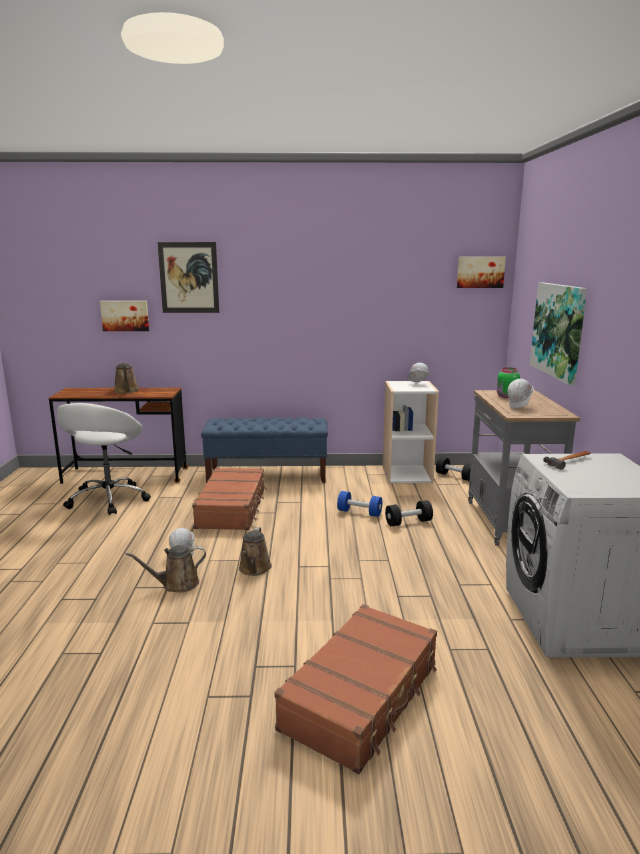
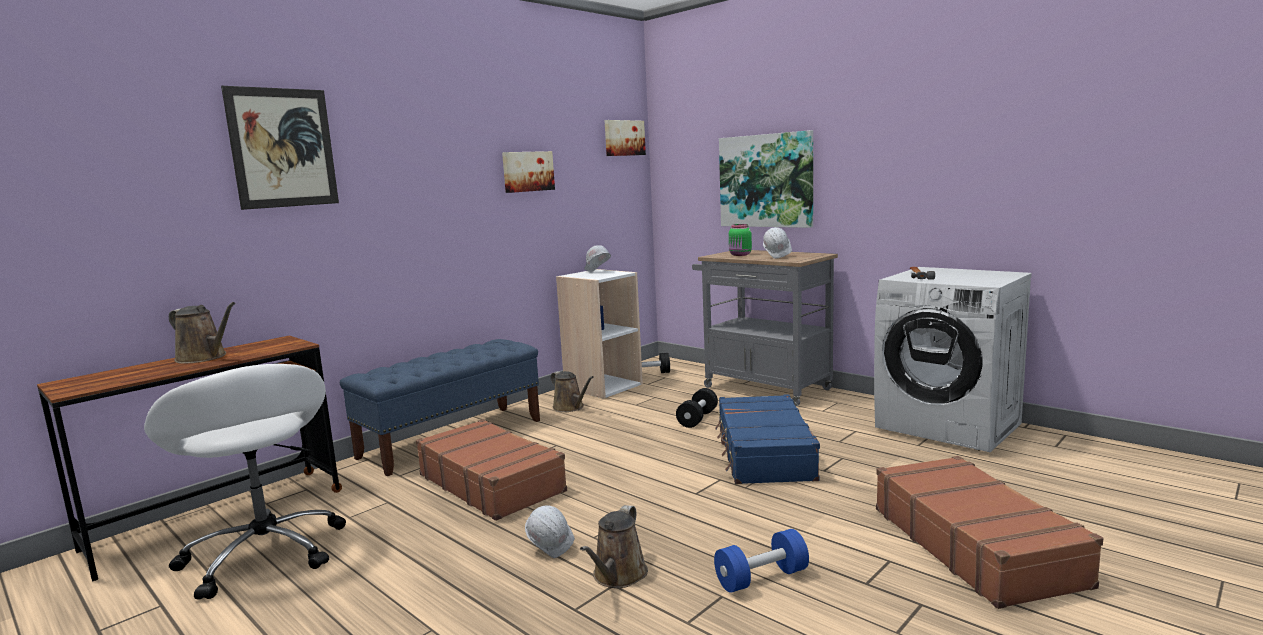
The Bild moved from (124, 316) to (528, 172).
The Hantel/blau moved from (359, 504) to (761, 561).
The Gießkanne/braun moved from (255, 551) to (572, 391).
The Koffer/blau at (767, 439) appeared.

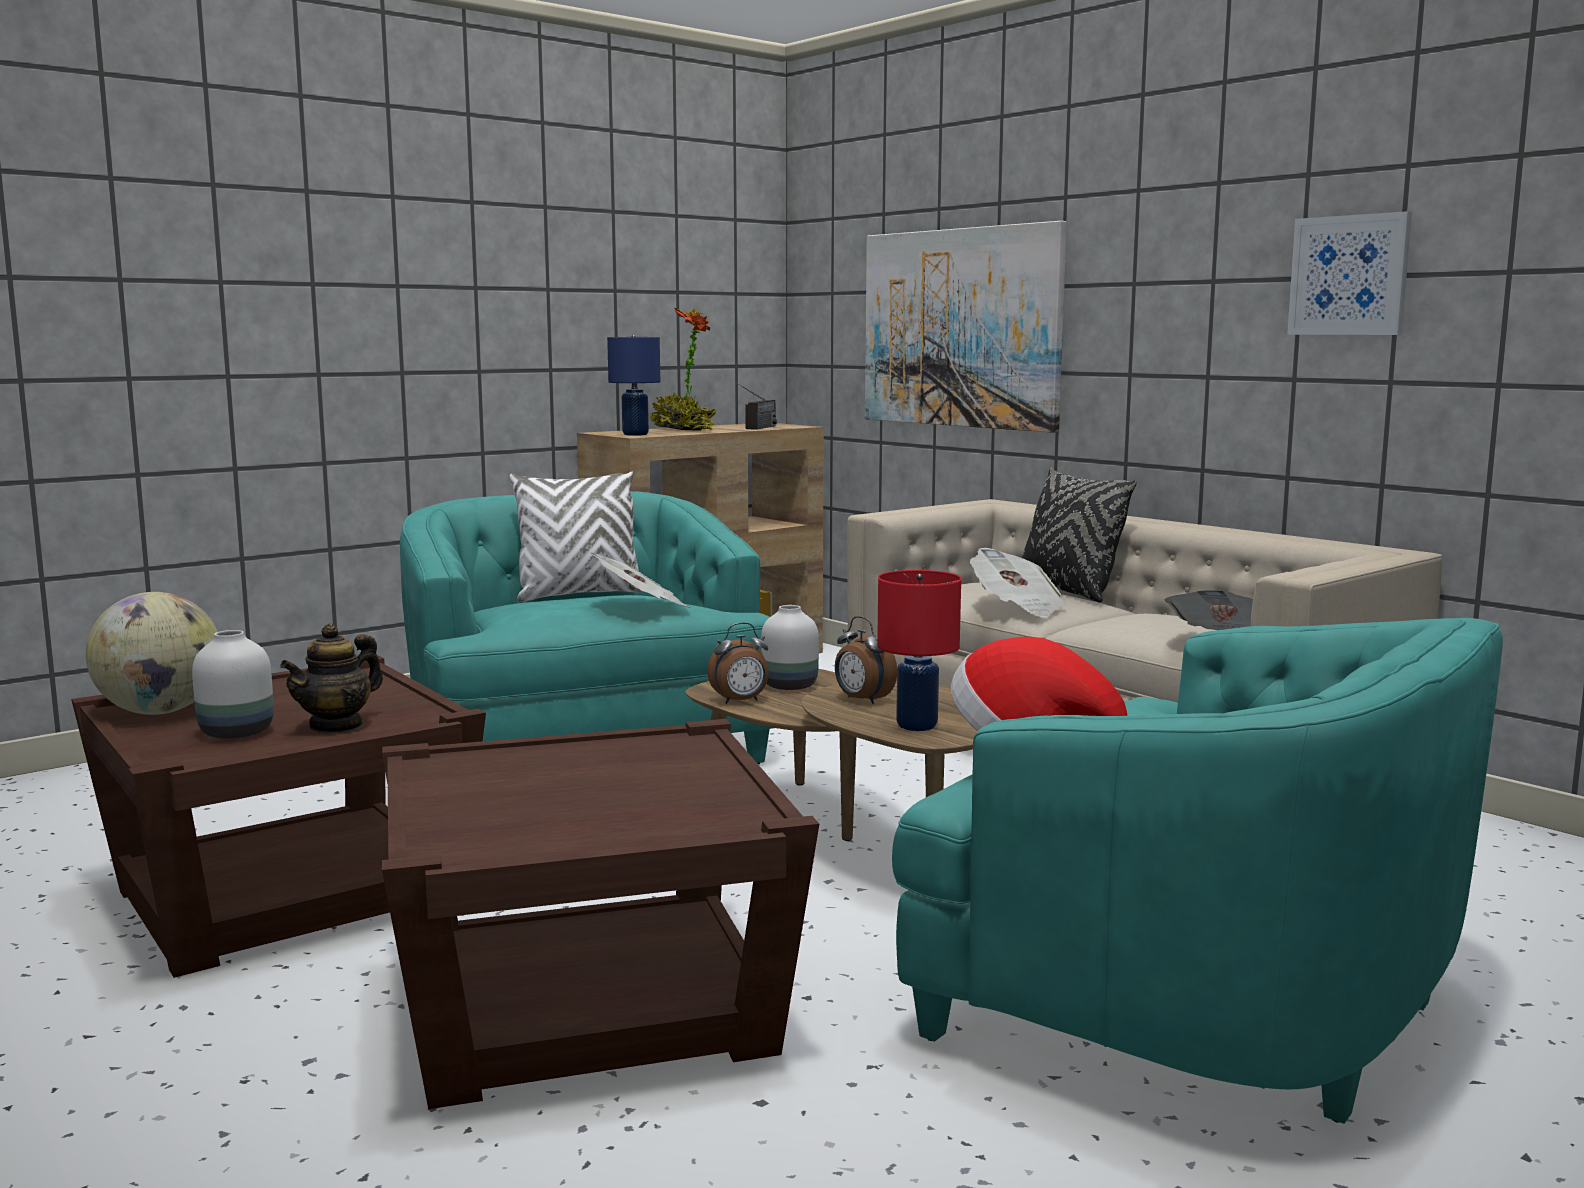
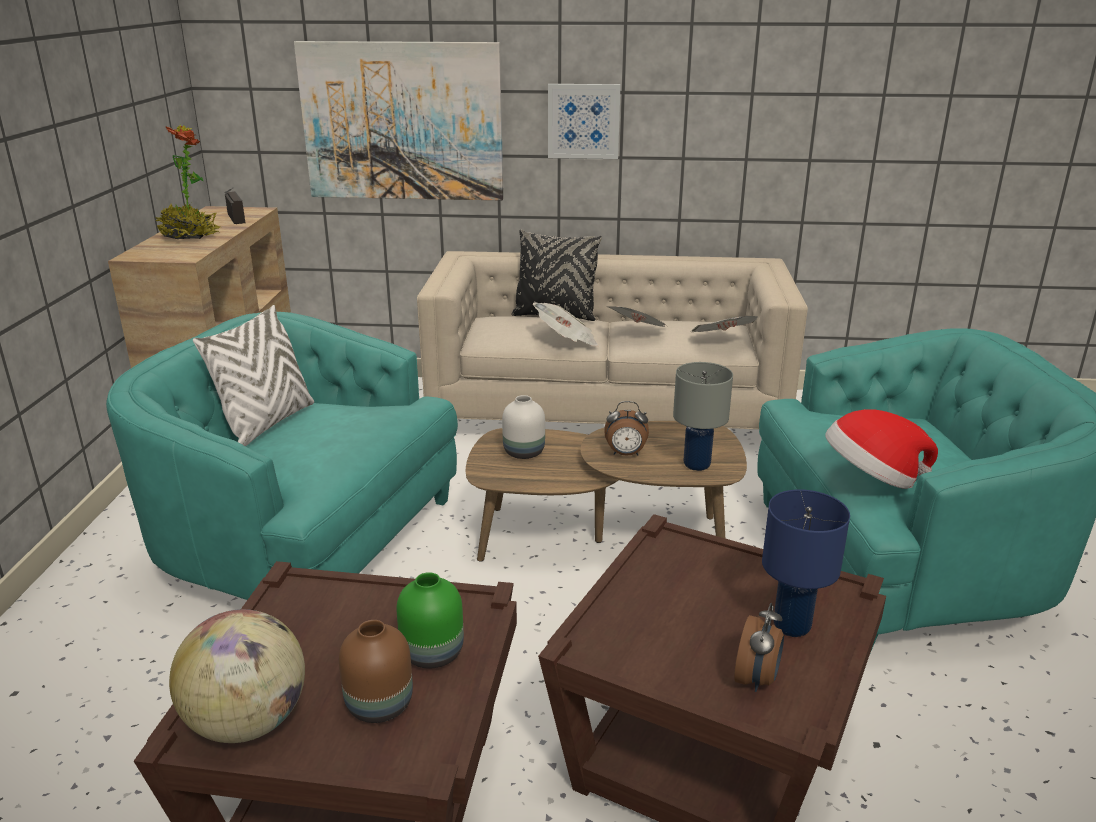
The Bild moved from (1349, 273) to (584, 121).
The Tischlampe/blau moved from (633, 385) to (806, 563).
The Zeitung moved from (637, 579) to (637, 316).
The Tischlampe/rot at (919, 650) became the Tischlampe/grau at (703, 416).
The Wecker moved from (738, 663) to (759, 647).
The Teekanne at (331, 678) was replaced by the Vase/grün at (430, 620).
The Vase/weiß at (233, 684) became the Vase/braun at (376, 671).

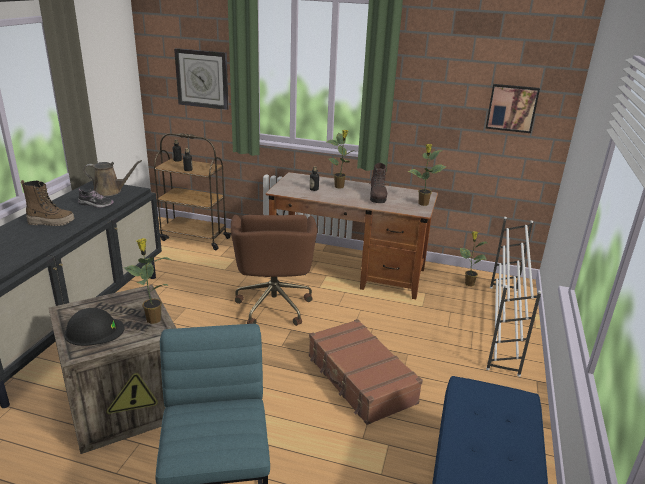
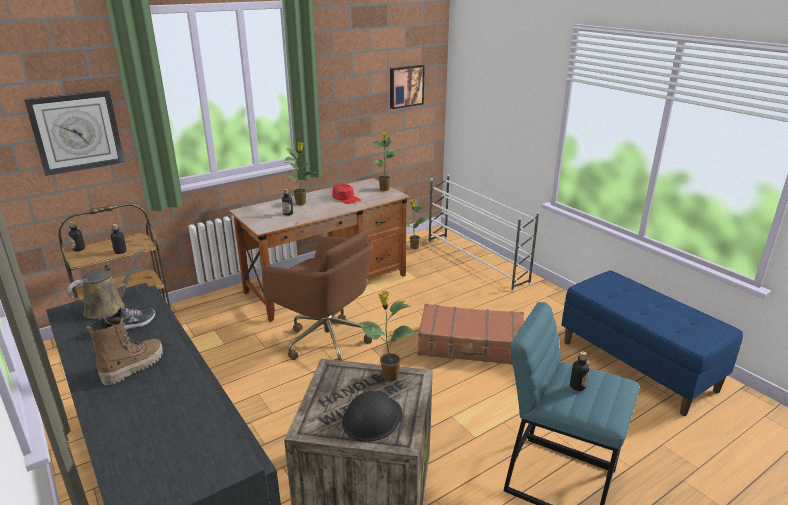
The Stiefel/braun at (378, 183) was replaced by the Kappe/rot at (346, 194).
The Flasche at (580, 371) appeared.

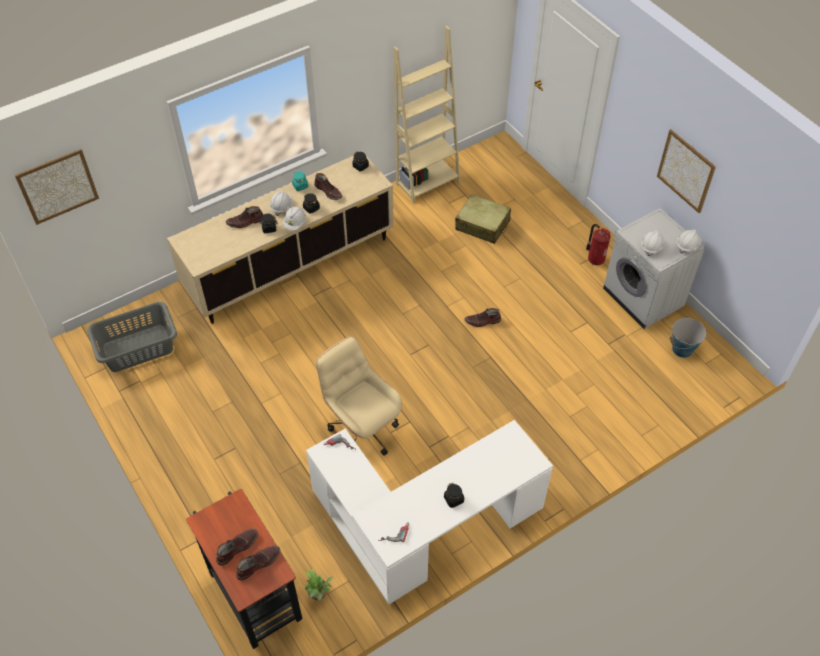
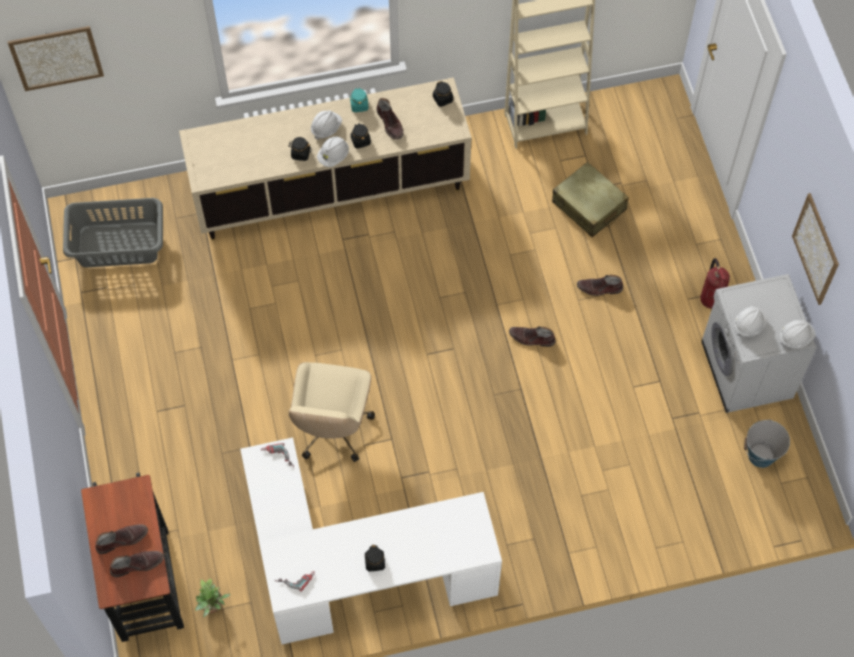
The Stiefel/braun moved from (244, 217) to (600, 285).
The Bürostuhl/beige at (359, 396) turned 150 degrees counterclockwise.

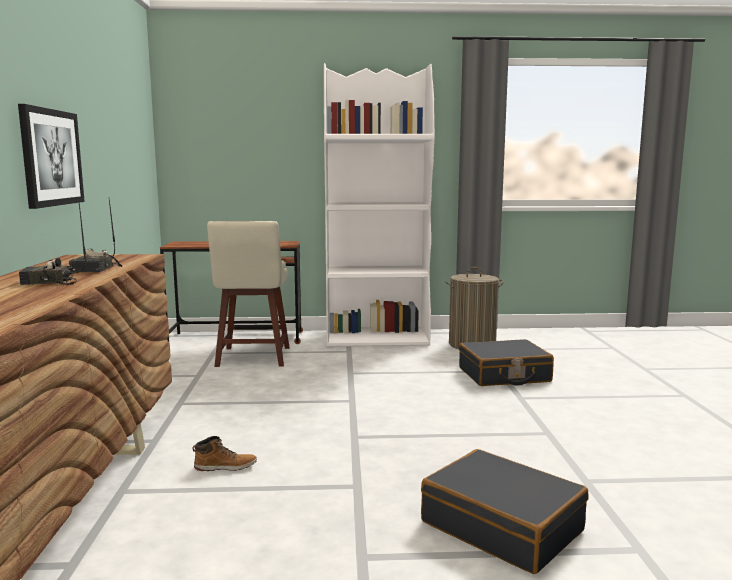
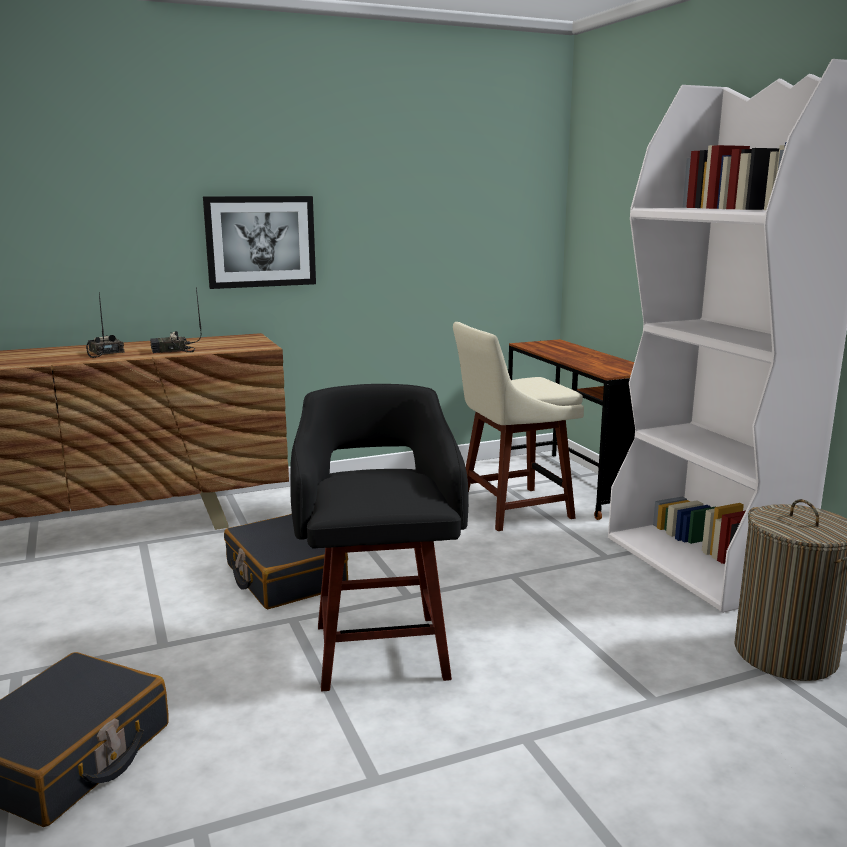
The Koffer/schwarz moved from (506, 362) to (286, 561).
The Stiefel at (224, 453) disappeared.
The Hocker/schwarz at (379, 537) appeared.

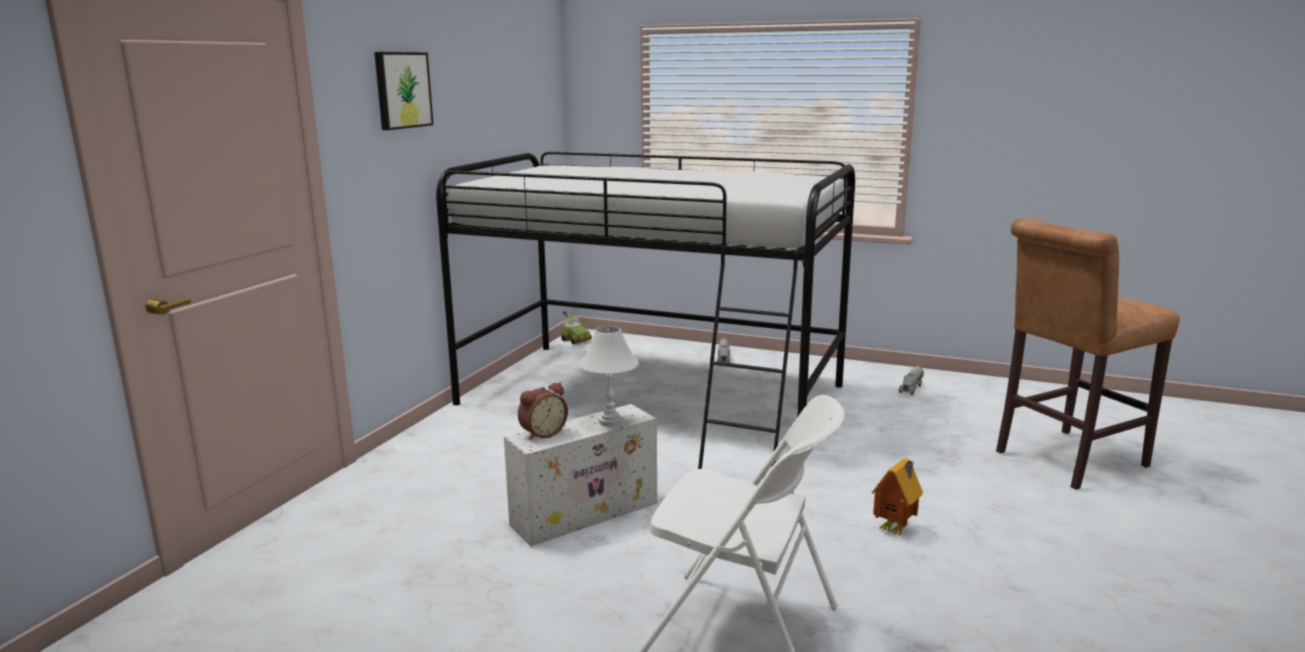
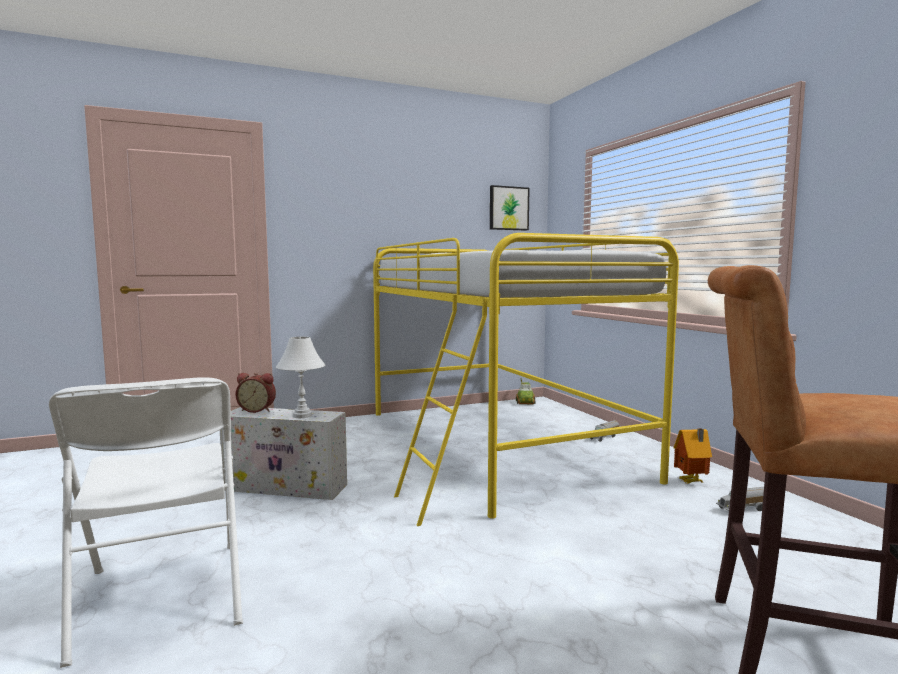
The Bild moved from (404, 91) to (510, 208).
The Bett/schwarz at (645, 310) became the Bett/gelb at (526, 379).
The Spielzeughaus moved from (897, 497) to (693, 456).

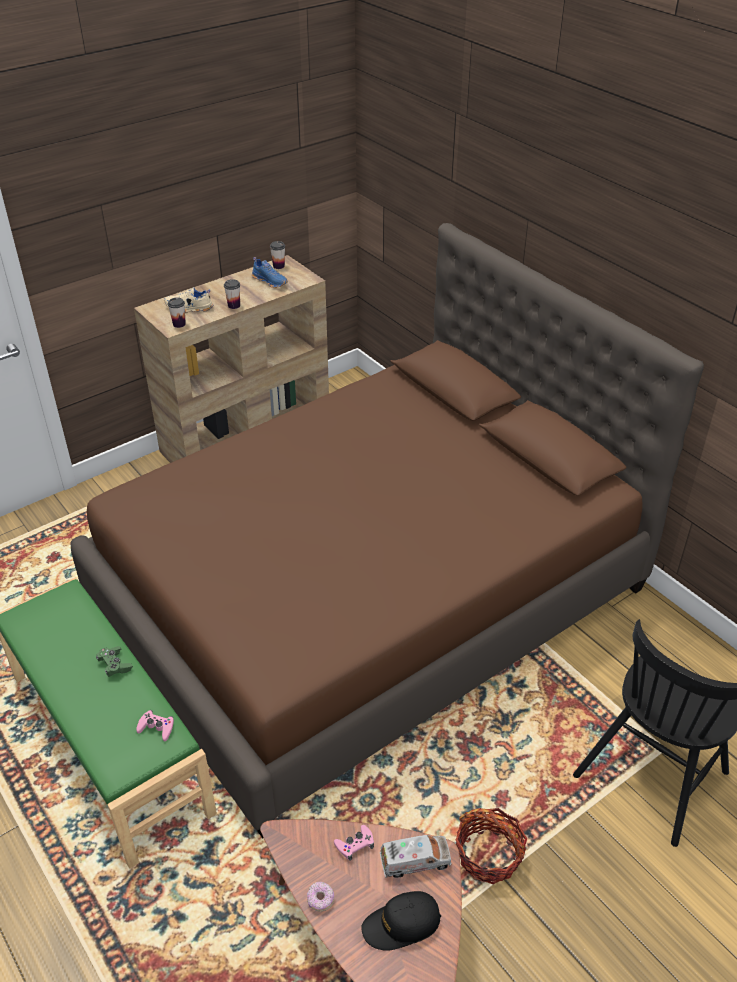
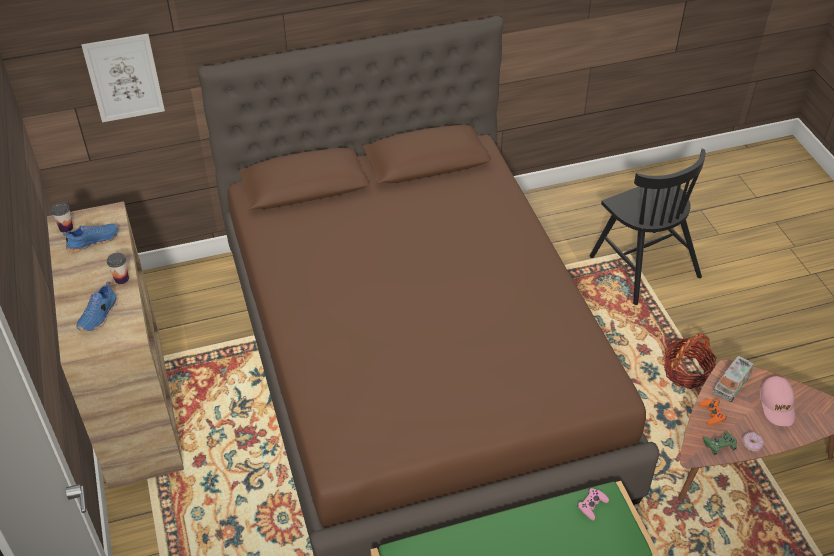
The Schuh/beige at (188, 299) became the Schuh/blau at (96, 306).
The Tasse at (177, 312) disappeared.
The Gamepad/grün moved from (114, 661) to (720, 443).
The Gamepad/rosa at (354, 843) became the Gamepad/orange at (713, 412).
The Spielzeuglaster at (415, 856) turned 150 degrees counterclockwise.
The Kappe/schwarz at (401, 921) became the Kappe/rosa at (777, 401).
The Bild at (123, 78) appeared.

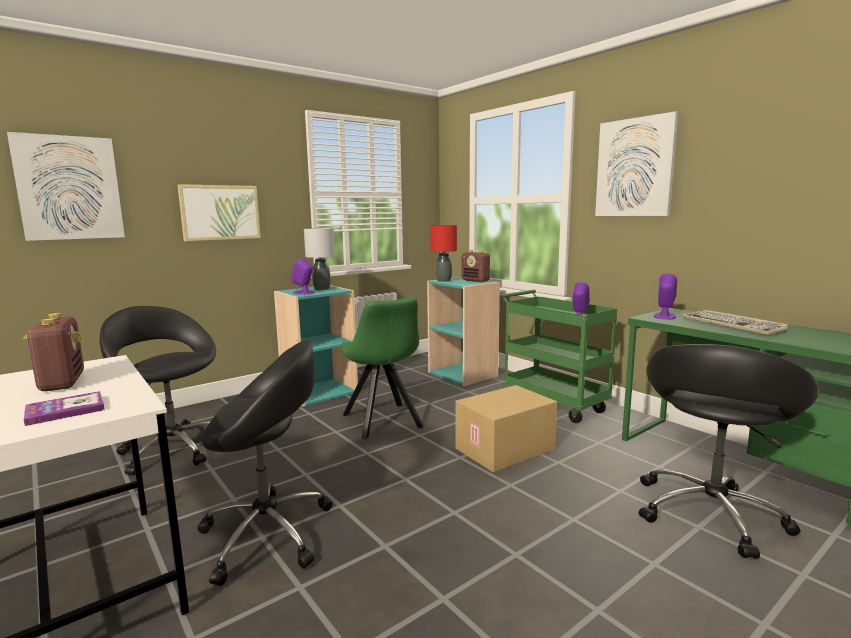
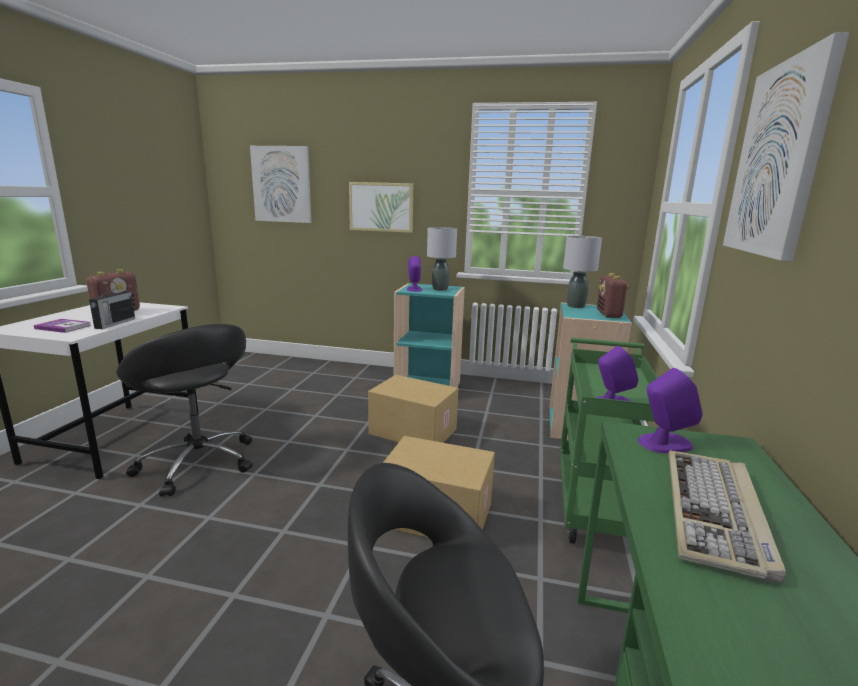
The Tischlampe/rot at (443, 253) became the Tischlampe/grau at (582, 272).
The Stuhl/grün at (382, 368) was replaced by the Karton at (413, 409).
The Bürostuhl/schwarz at (158, 390) disappeared.
The Radio at (112, 308) appeared.

